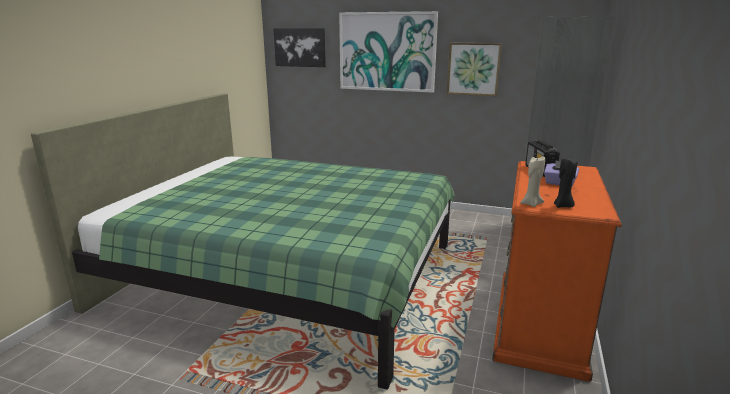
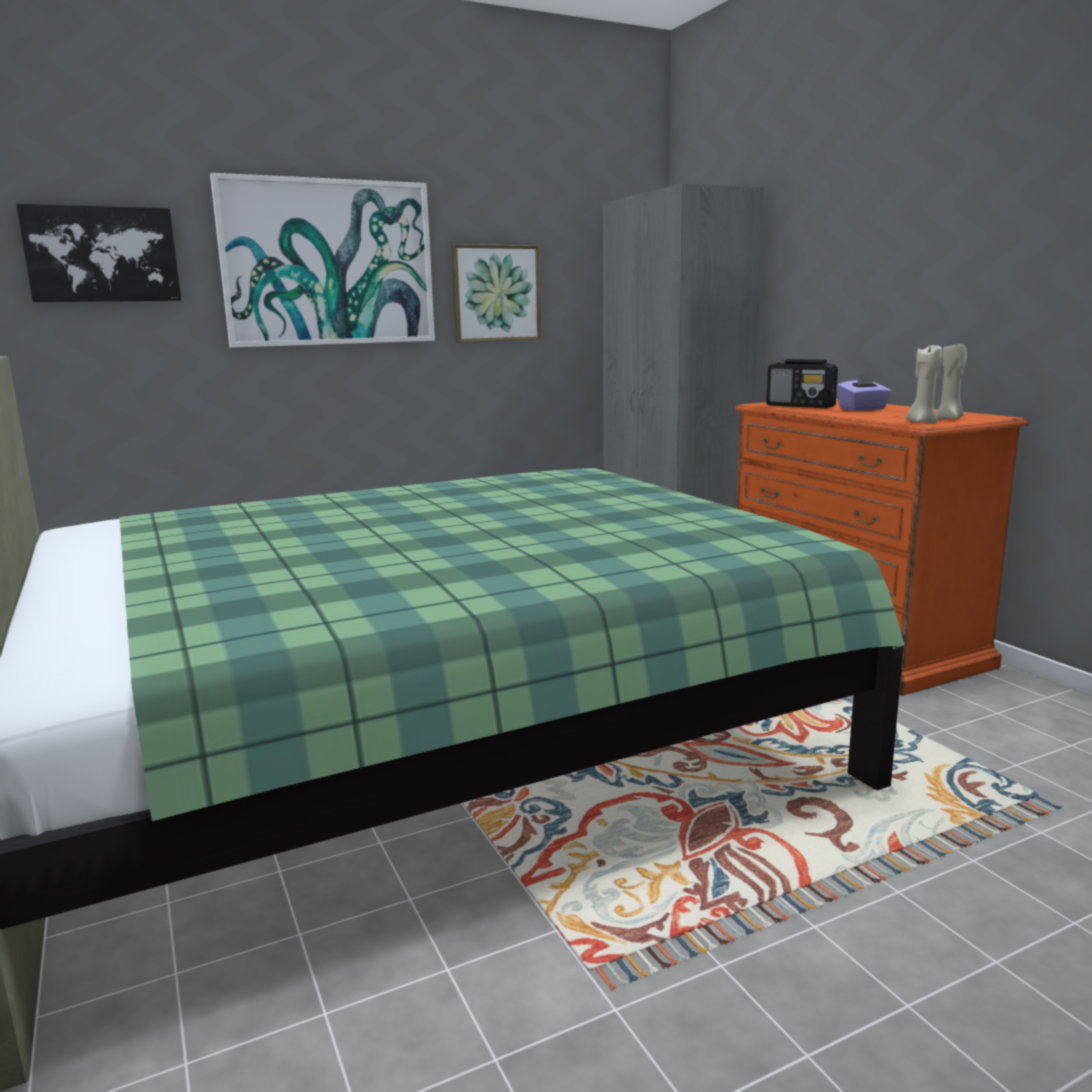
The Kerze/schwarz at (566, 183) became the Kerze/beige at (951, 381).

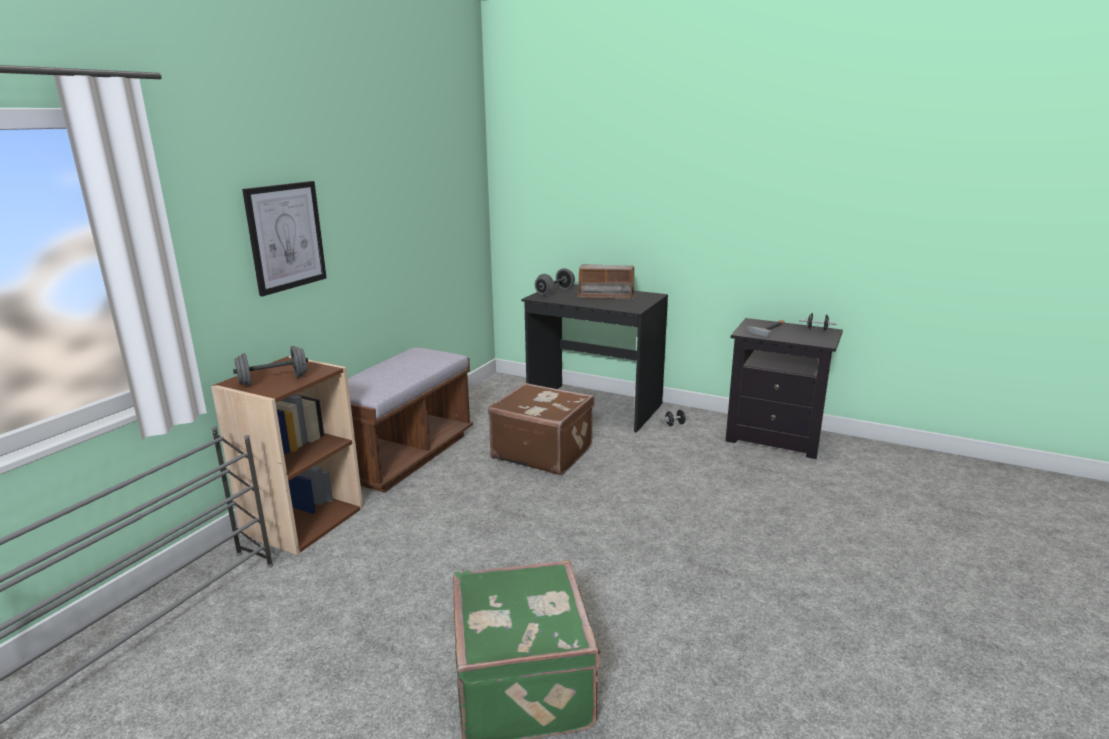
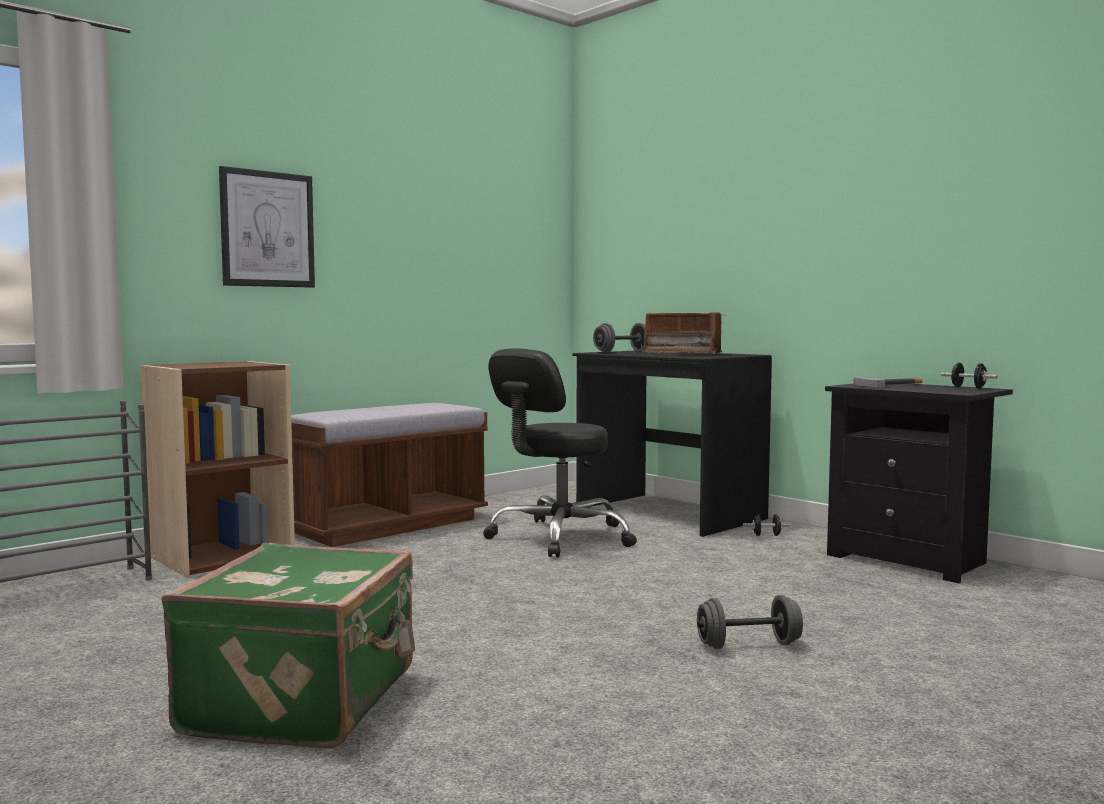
The Hantel/grau moved from (270, 366) to (750, 622).
The Koffer/braun at (541, 429) was replaced by the Bürostuhl/schwarz at (560, 453).

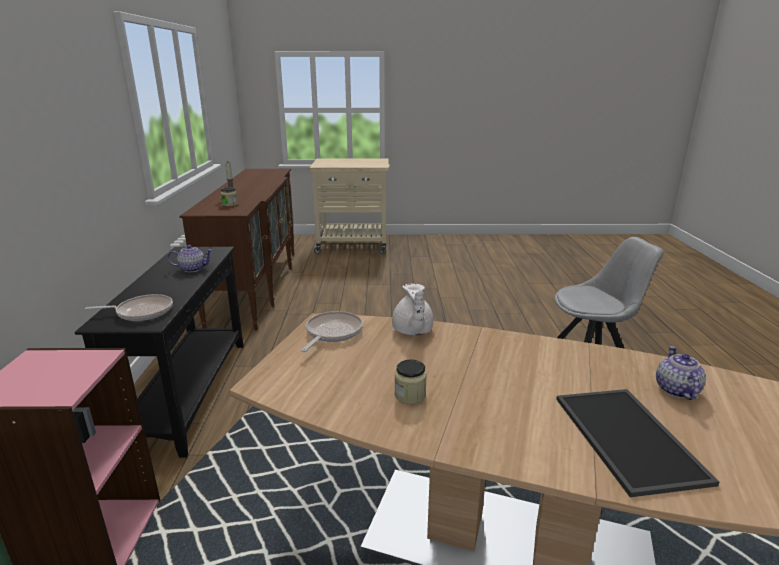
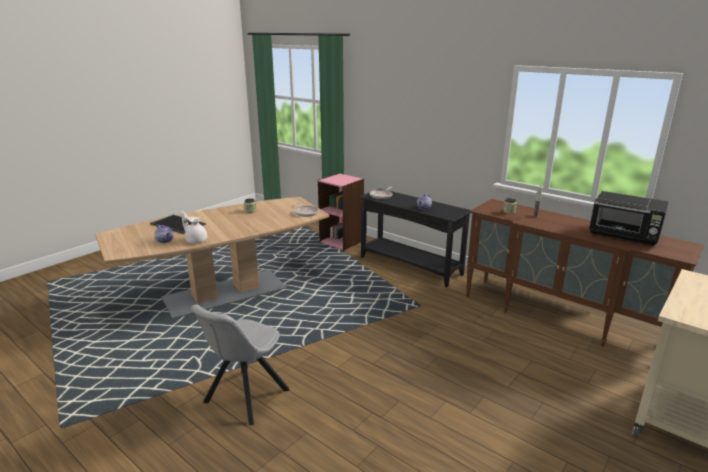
The Teekanne/weiß moved from (413, 309) to (194, 227).
The Mikrowelle/schwarz at (629, 218) appeared.

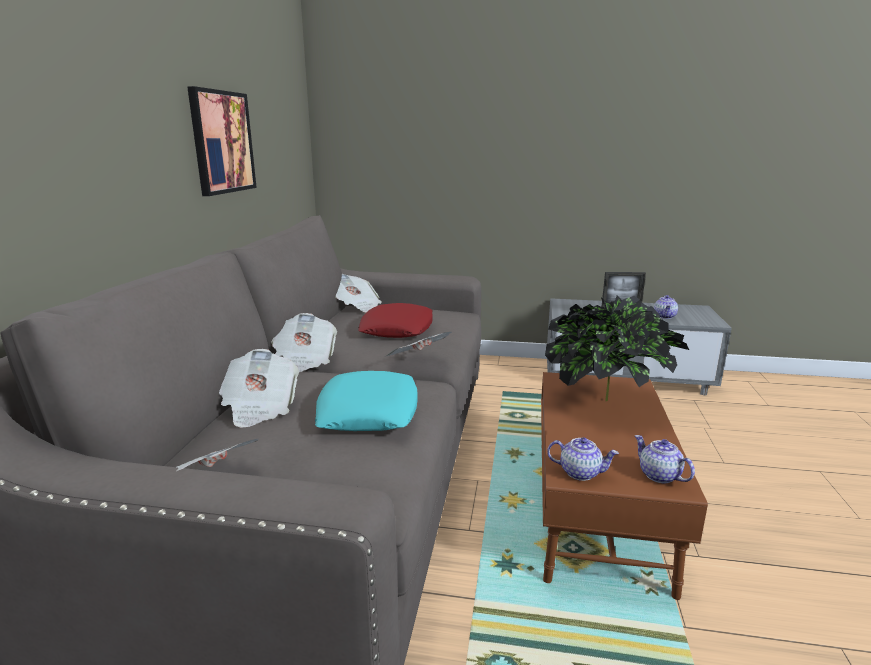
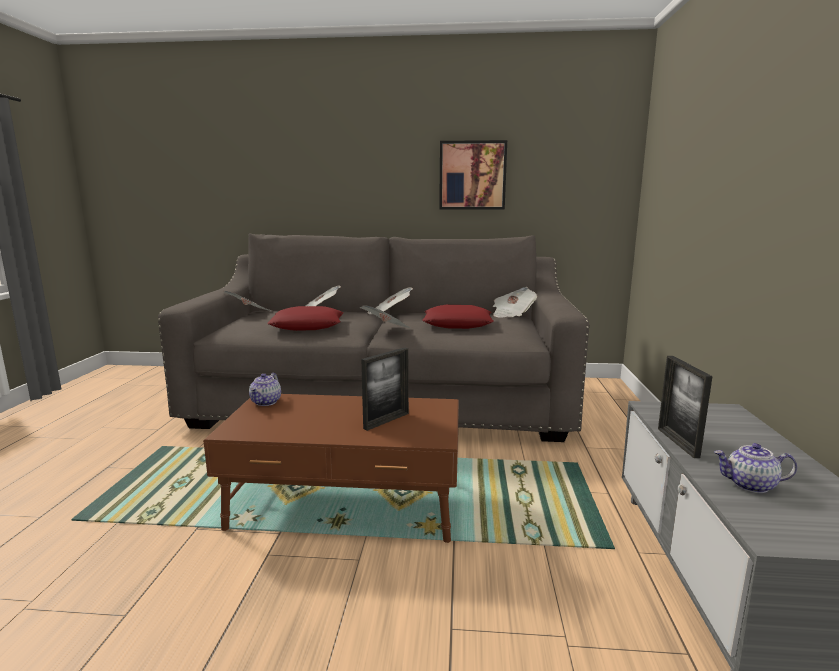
The Topfpflanze at (617, 348) was replaced by the Bilderrahmen at (385, 389).
The Kissen/türkis at (366, 401) became the Kissen/rot at (305, 318).
The Teekanne at (665, 459) disappeared.

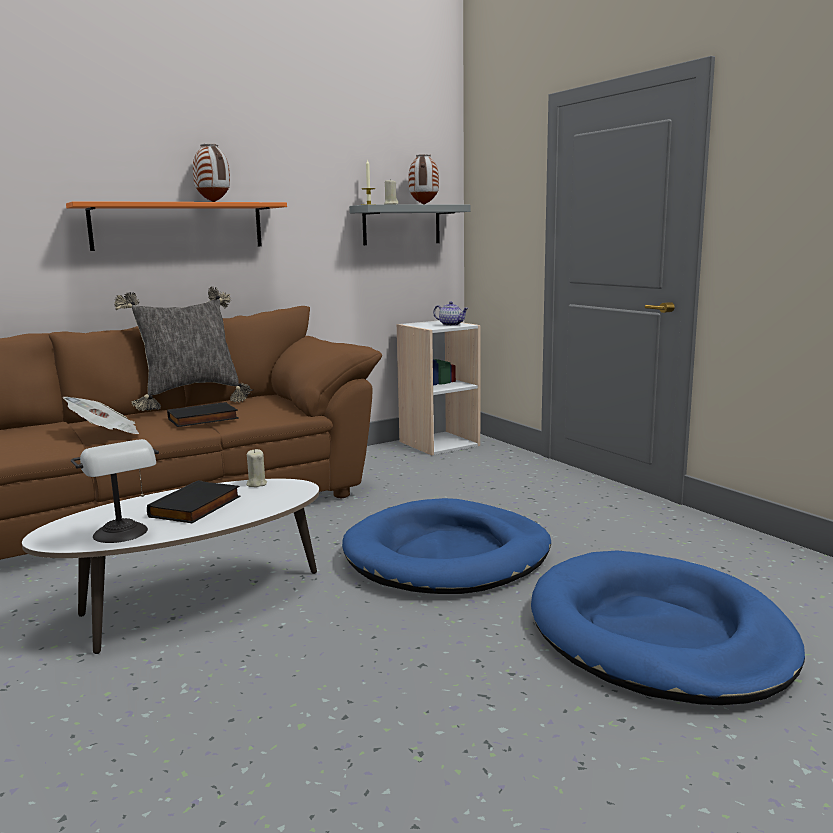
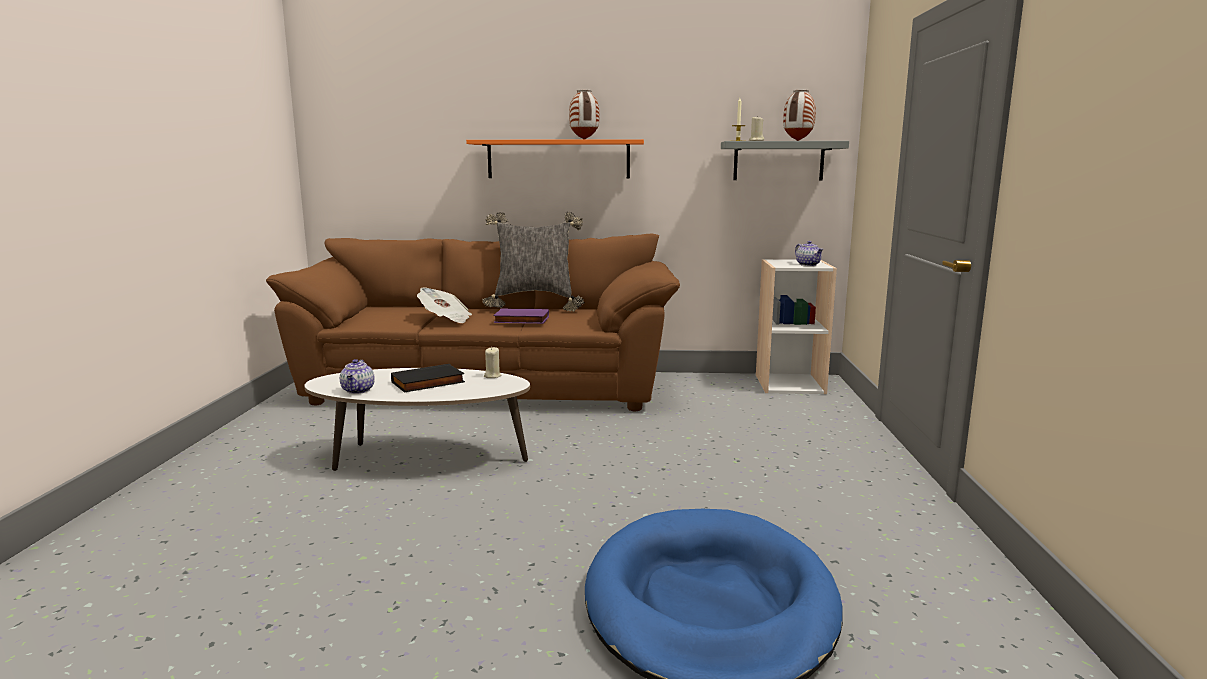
The Buch/schwarz at (203, 414) became the Buch/lila at (521, 316).
The Tischlampe at (115, 491) was replaced by the Teekanne at (357, 376).
The Hundebett/blau at (446, 546) disappeared.

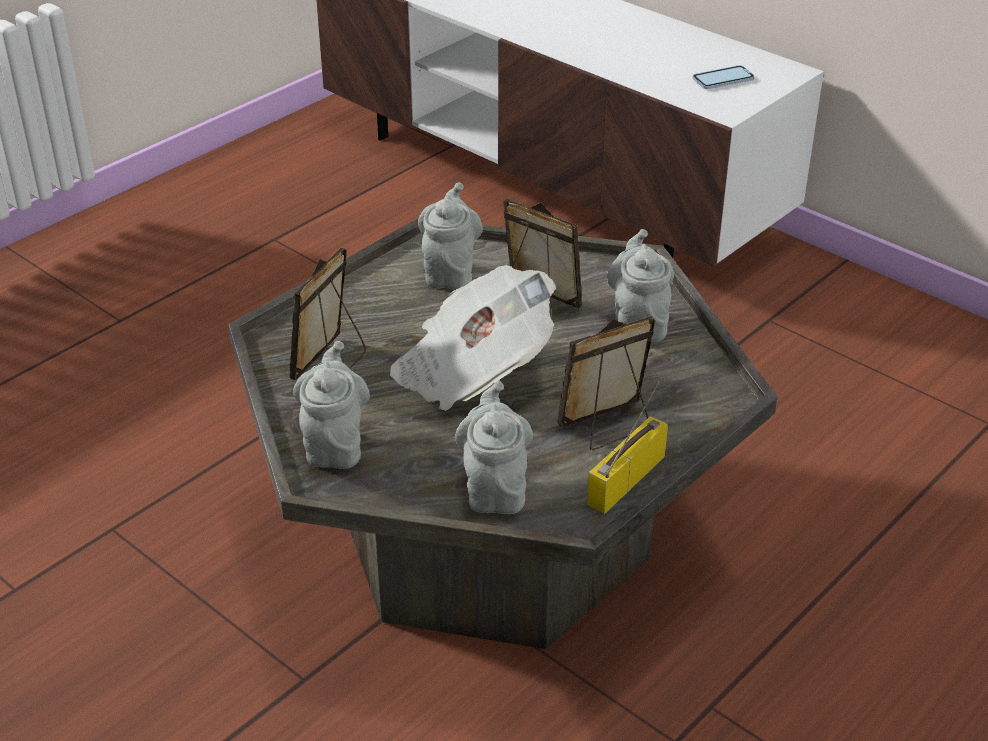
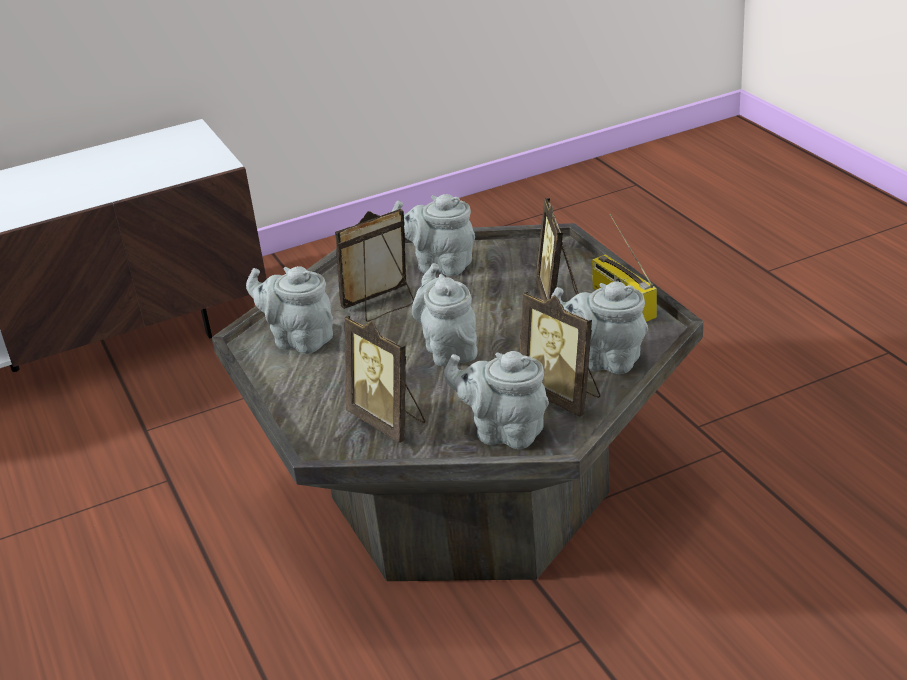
The Handy at (723, 77) disappeared.
The Zeitung at (473, 338) was replaced by the Teekanne/grau at (445, 314).
The Bilderrahmen at (560, 354) appeared.

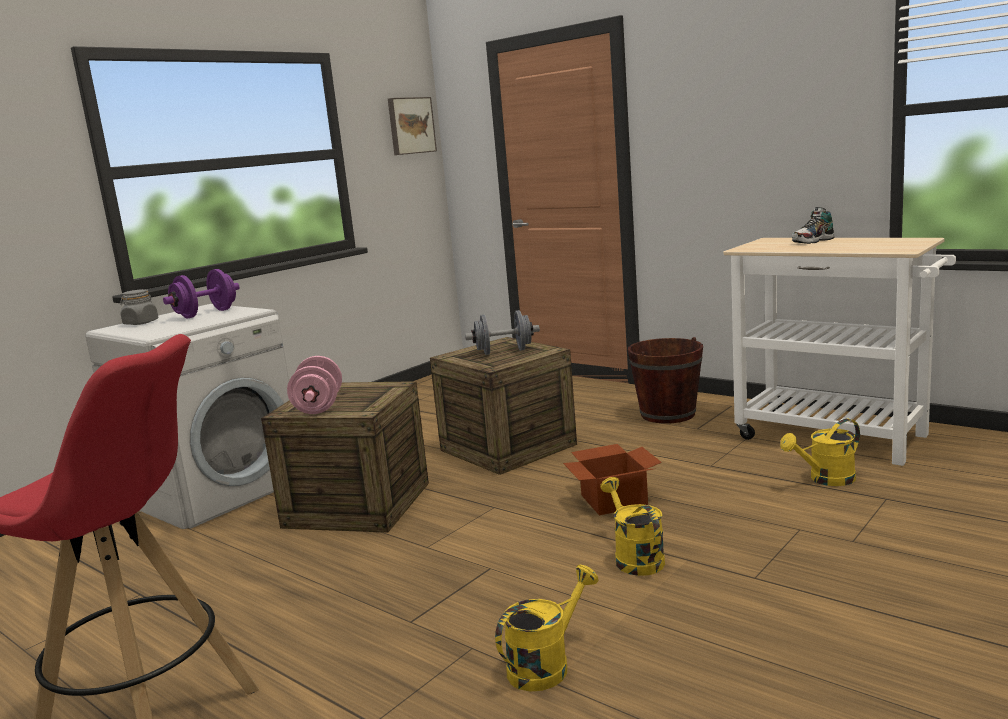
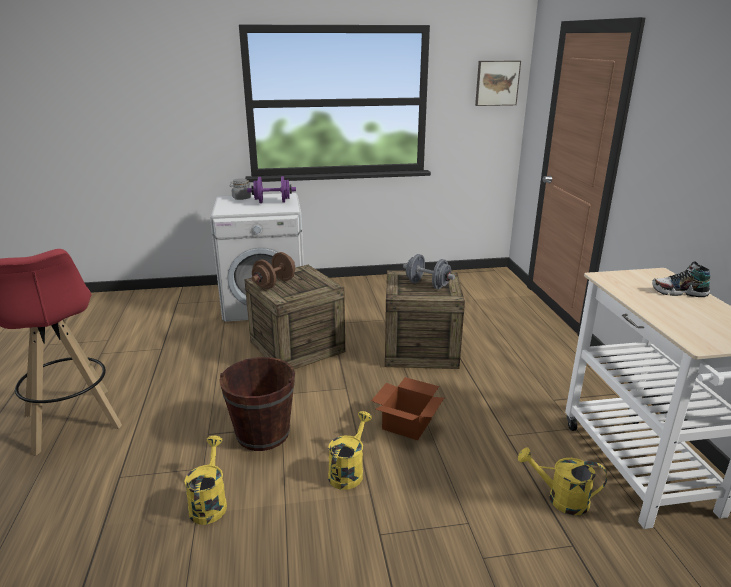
The Eimer/braun moved from (665, 380) to (257, 404).
The Hantel/rosa at (314, 385) became the Hantel/braun at (273, 270).
The Gießkanne/gelb at (546, 628) turned 90 degrees counterclockwise.

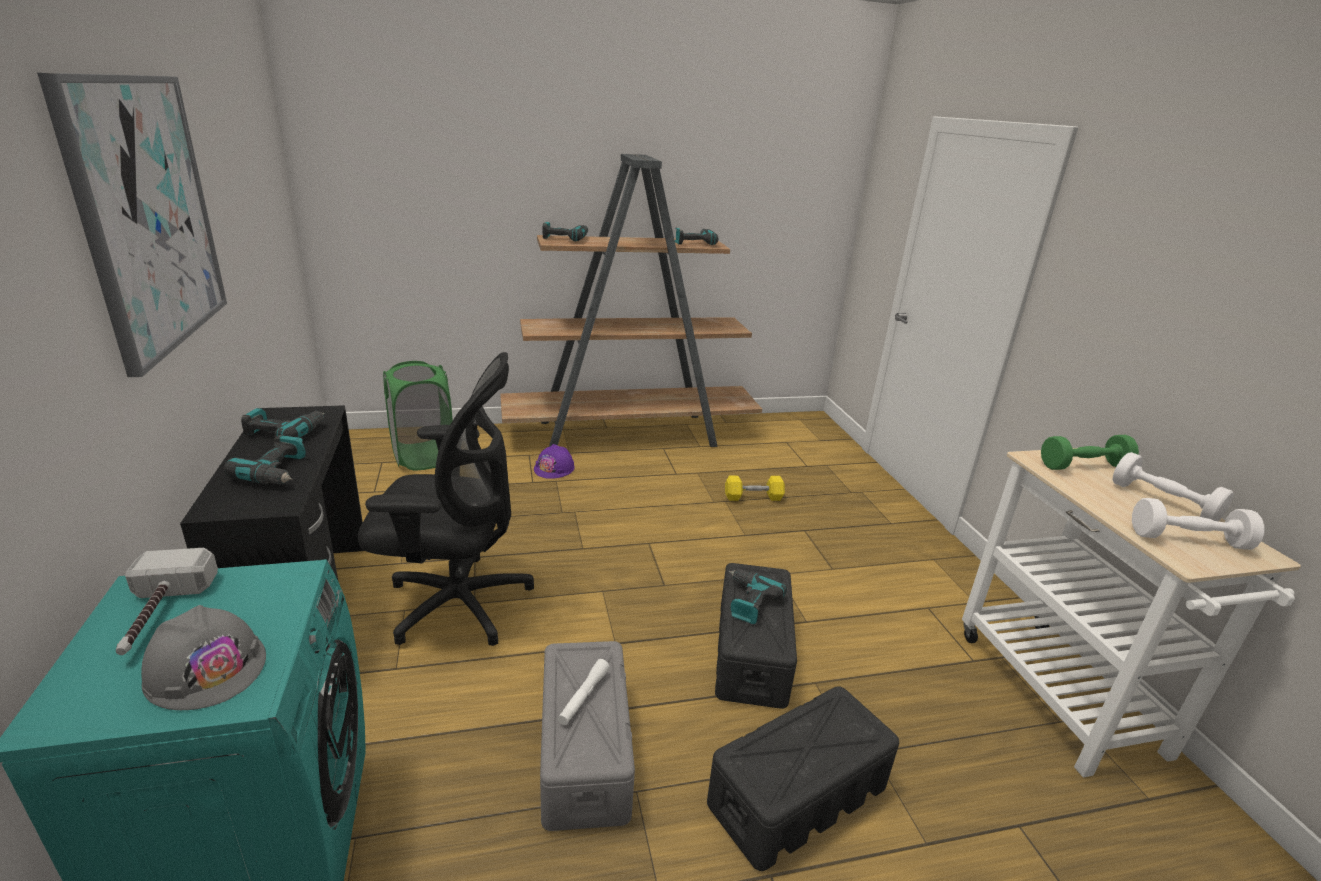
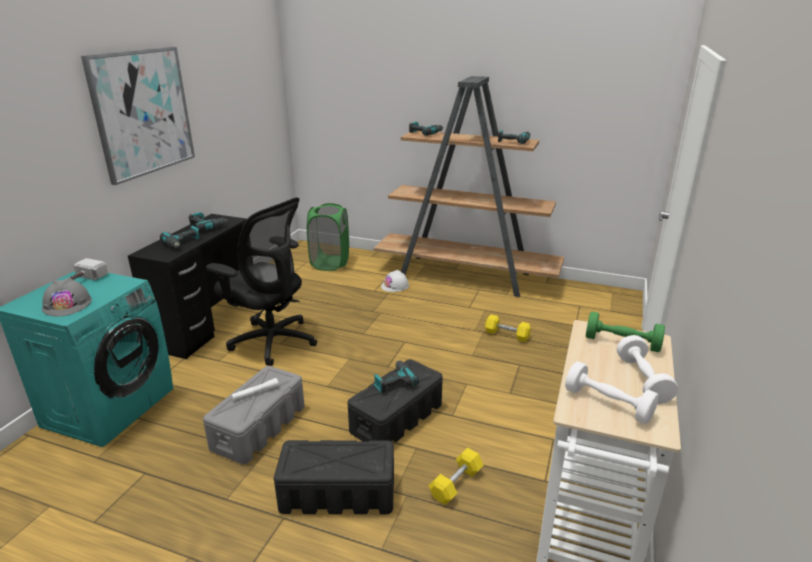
The Schutzhelm/lila at (554, 461) became the Schutzhelm/weiß at (395, 281).
The Hantel/gelb at (456, 476) appeared.

